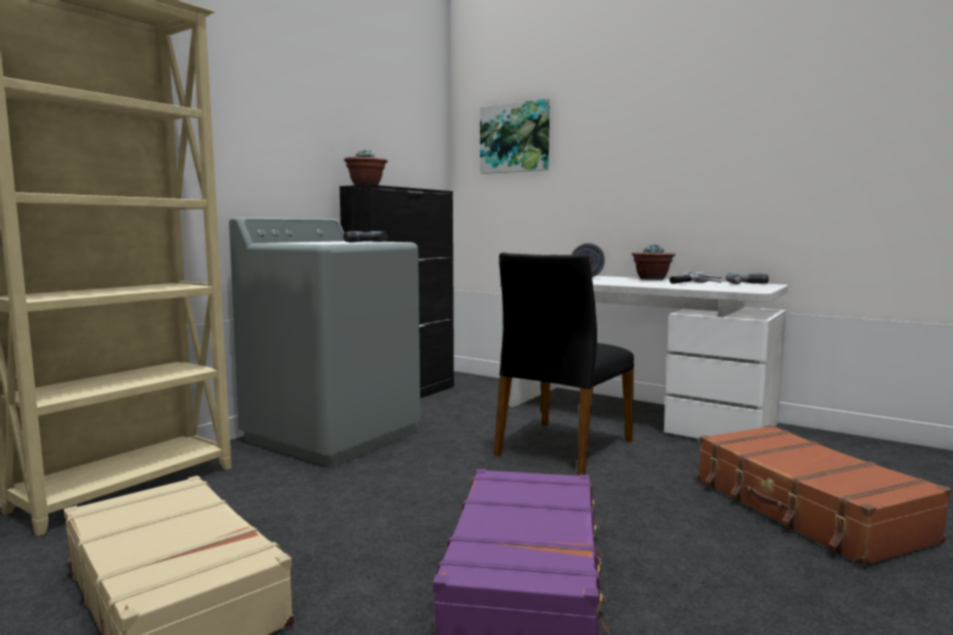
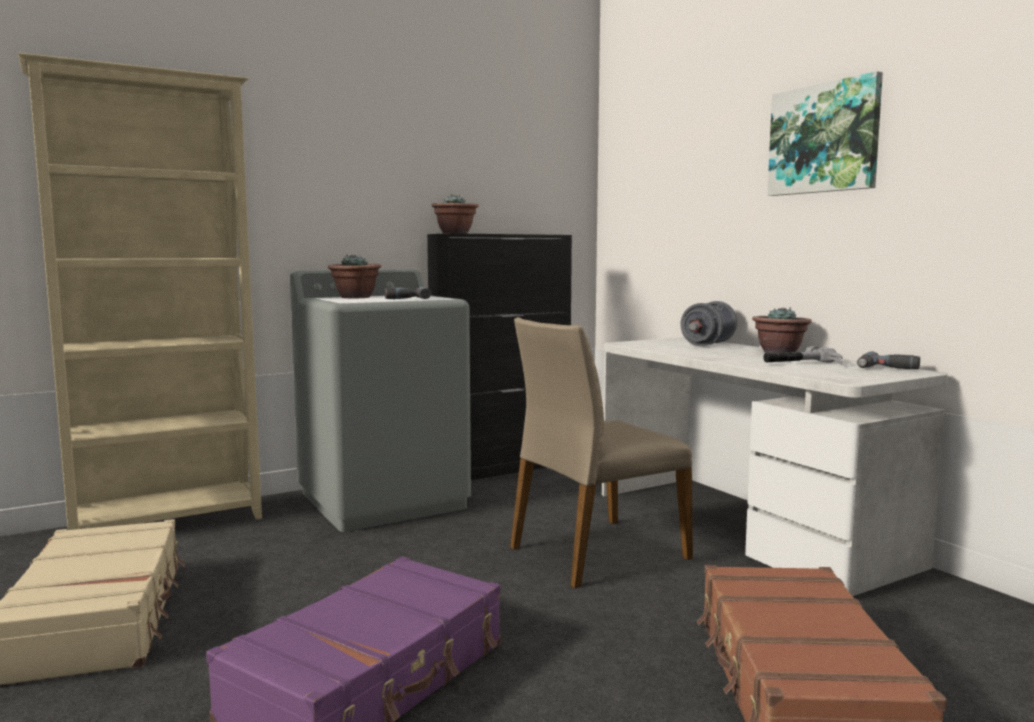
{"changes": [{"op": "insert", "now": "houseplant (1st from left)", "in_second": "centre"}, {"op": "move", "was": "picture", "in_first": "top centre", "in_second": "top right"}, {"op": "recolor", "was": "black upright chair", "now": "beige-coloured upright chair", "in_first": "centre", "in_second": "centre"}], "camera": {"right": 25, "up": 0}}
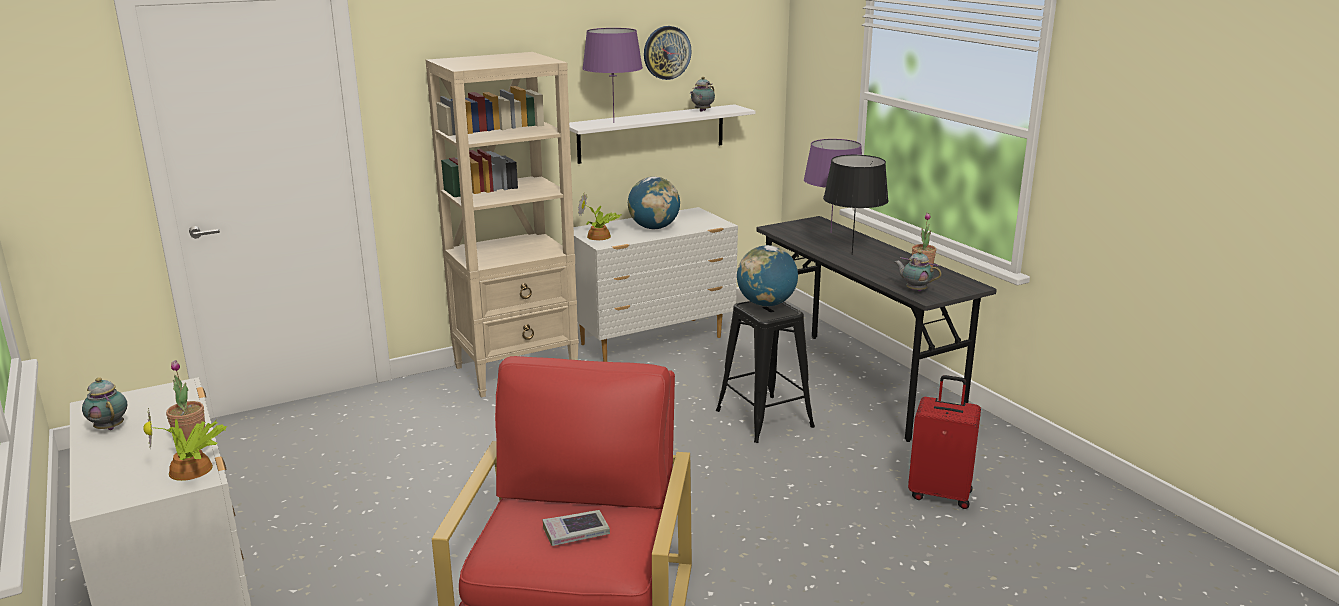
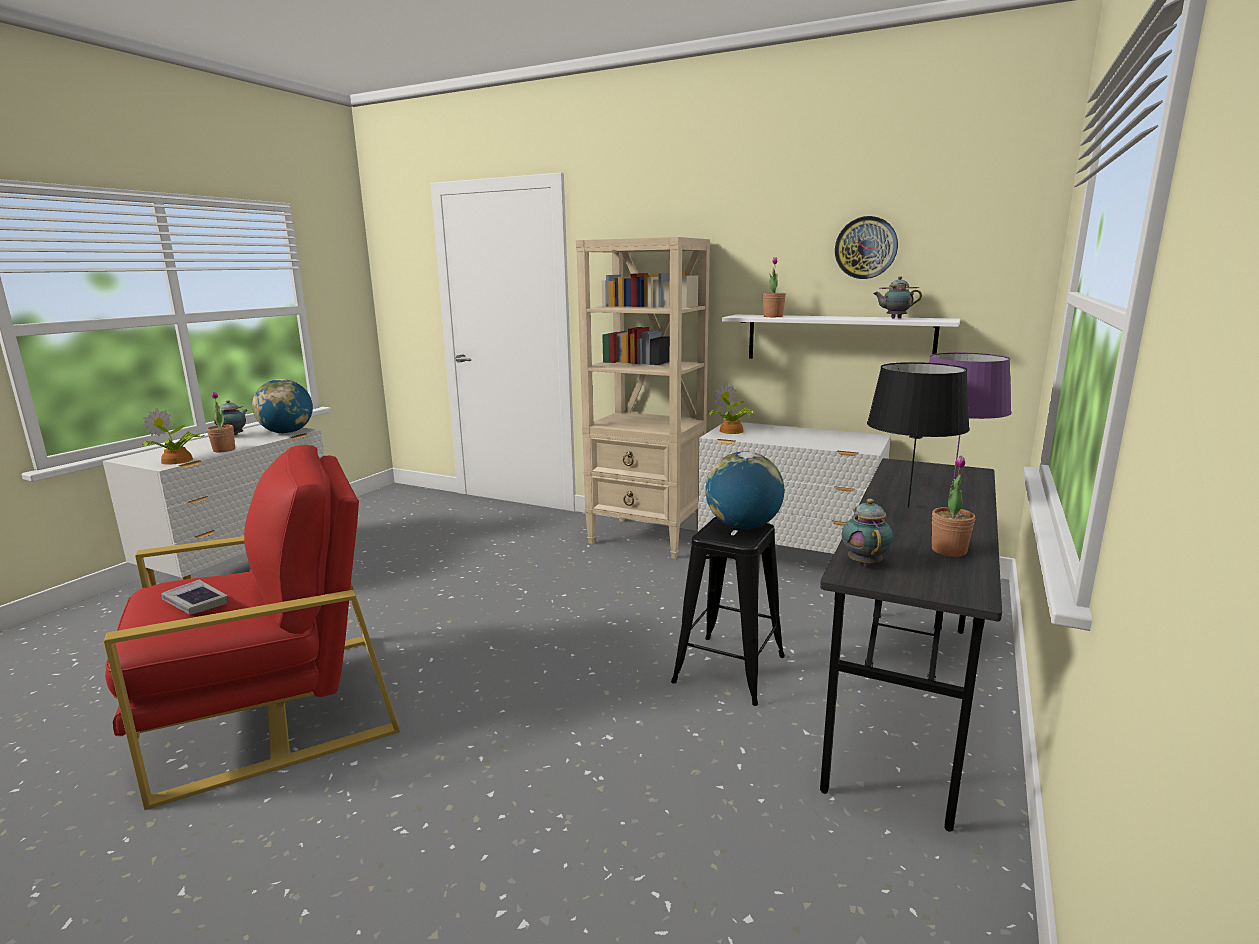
{"changes": [{"op": "delete", "was": "reddish piece of luggage", "in_first": "bottom right"}, {"op": "move", "was": "world globe (1st from left)", "in_first": "centre", "in_second": "middle left"}, {"op": "replace", "was": "purple table lamp (1st from left)", "now": "houseplant (4th from left)", "in_first": "top centre", "in_second": "top centre"}], "camera": {"right": 55, "up": -5}}
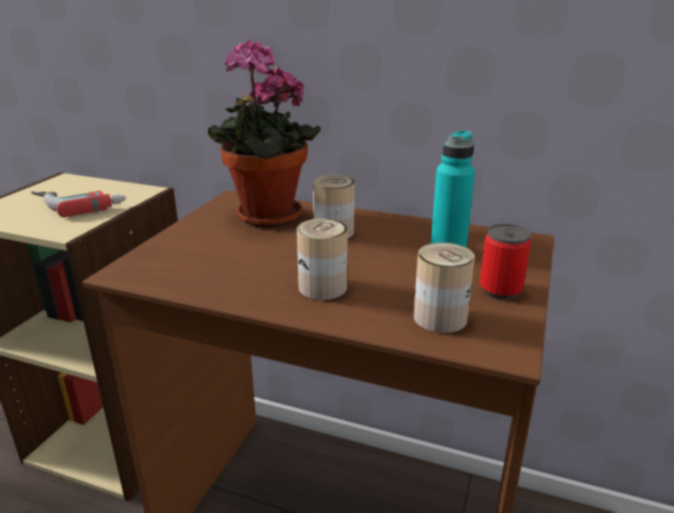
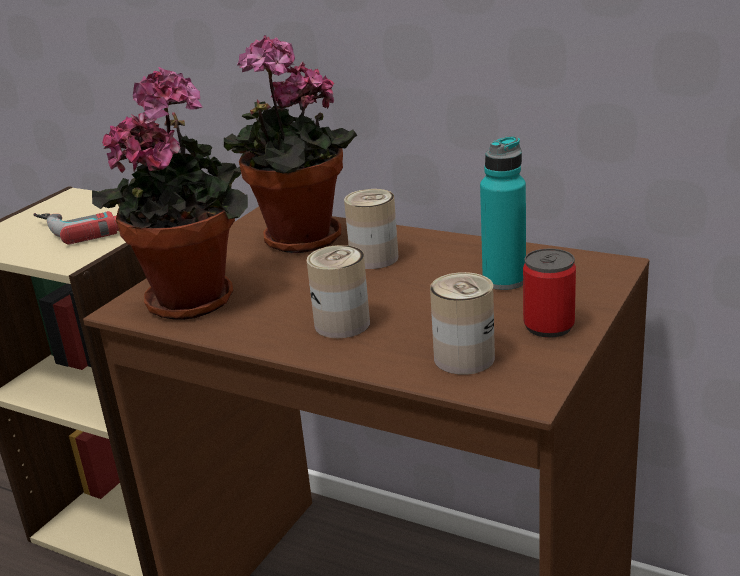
{"changes": [{"op": "insert", "now": "houseplant (1st from left)", "in_second": "middle left"}], "camera": {"right": 10, "up": 0}}
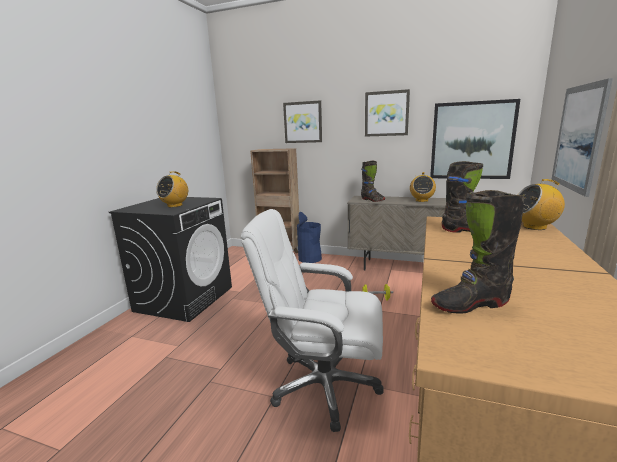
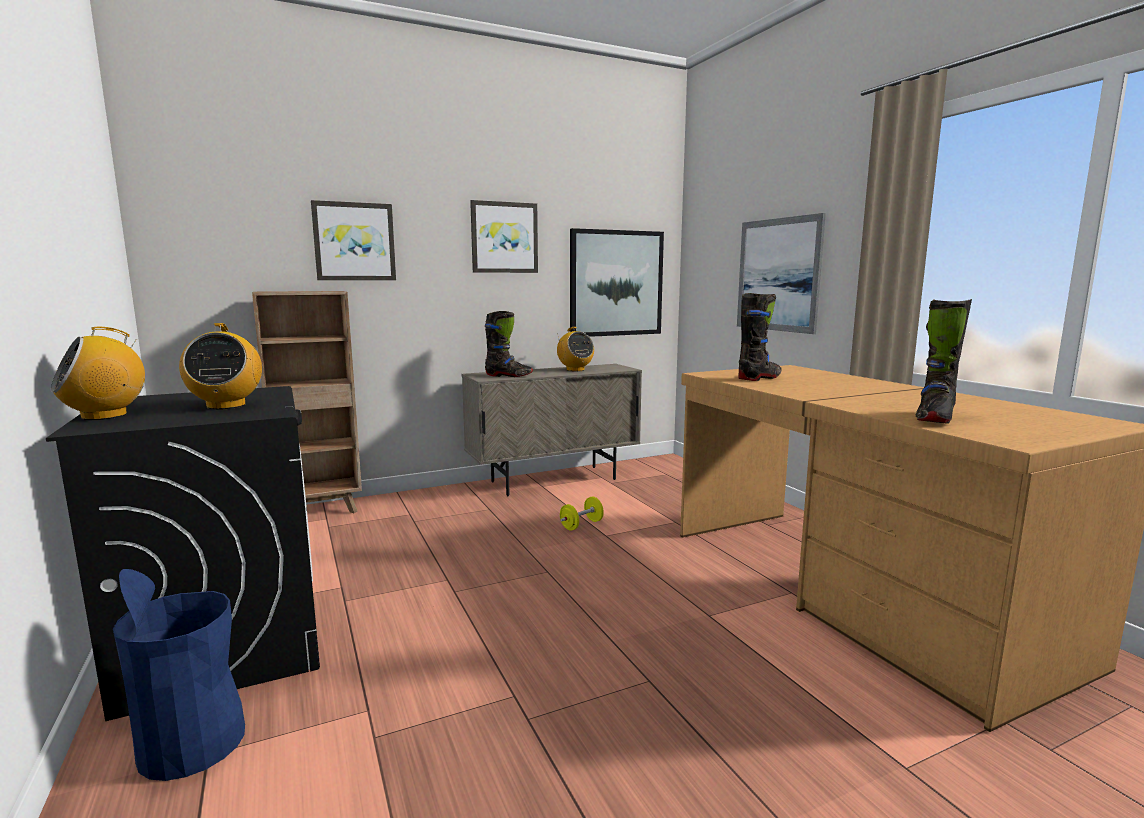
{"changes": [{"op": "delete", "was": "whitish desk chair", "in_first": "bottom centre"}, {"op": "move", "was": "blue-coloured rubbish bin", "in_first": "centre", "in_second": "bottom left"}, {"op": "move", "was": "radio (3rd from left in the first image)", "now": "radio (1st from left)", "in_first": "middle right", "in_second": "middle left"}], "camera": {"right": -45, "up": -5}}
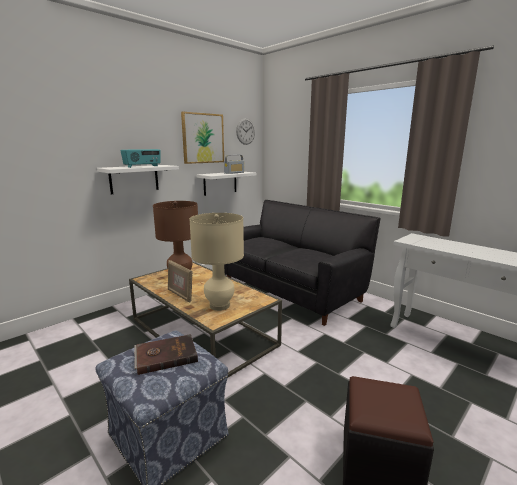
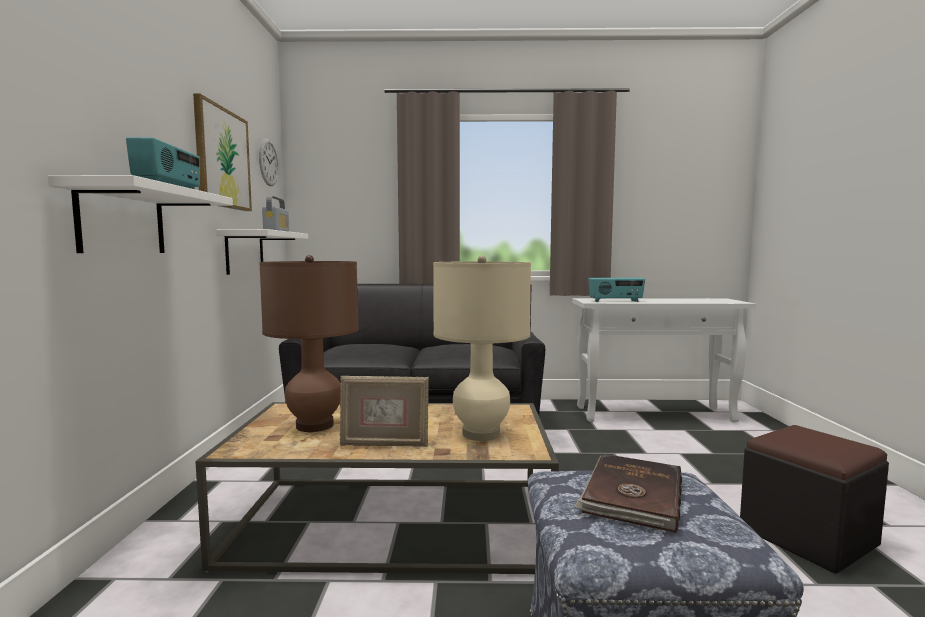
{"changes": [{"op": "insert", "now": "radio (3rd from left)", "in_second": "centre"}], "camera": {"right": -45, "up": -10}}
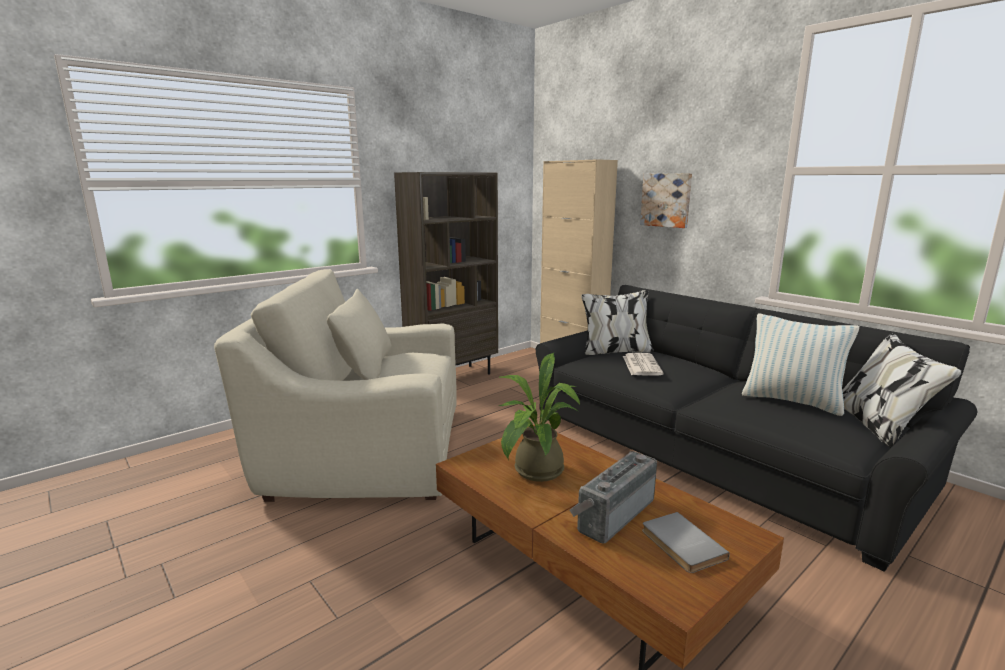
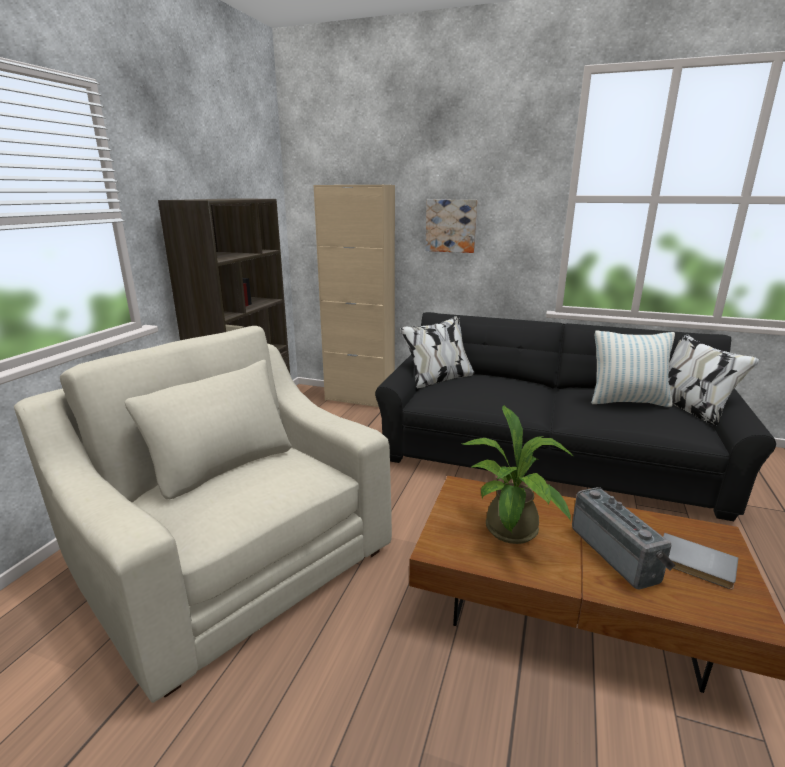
{"changes": [{"op": "delete", "was": "printed paper", "in_first": "centre"}, {"op": "rotate", "was": "beige-coloured lounge chair", "in_first": "centre", "in_second": "bottom left", "clockwise": 75}, {"op": "rotate", "was": "radio", "in_first": "bottom centre", "in_second": "bottom right", "clockwise": 150}], "camera": {"right": -30, "up": 5}}
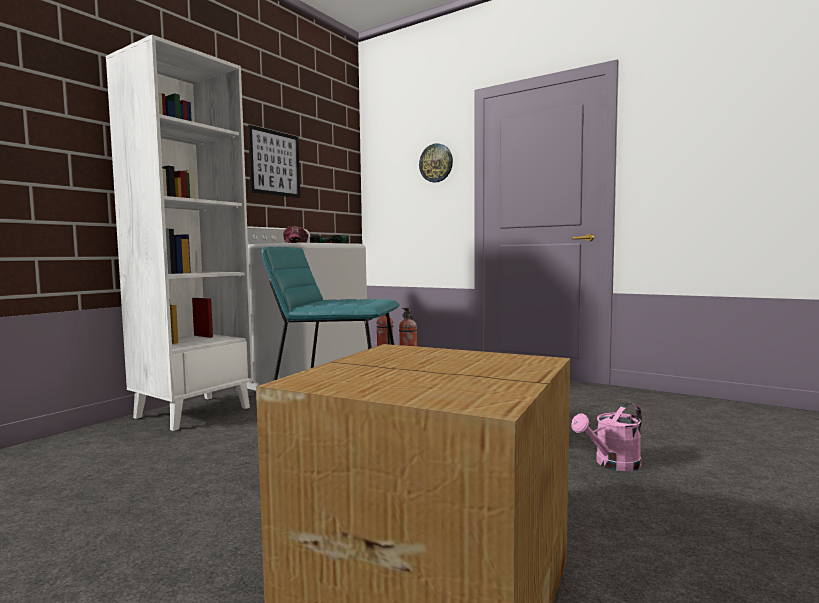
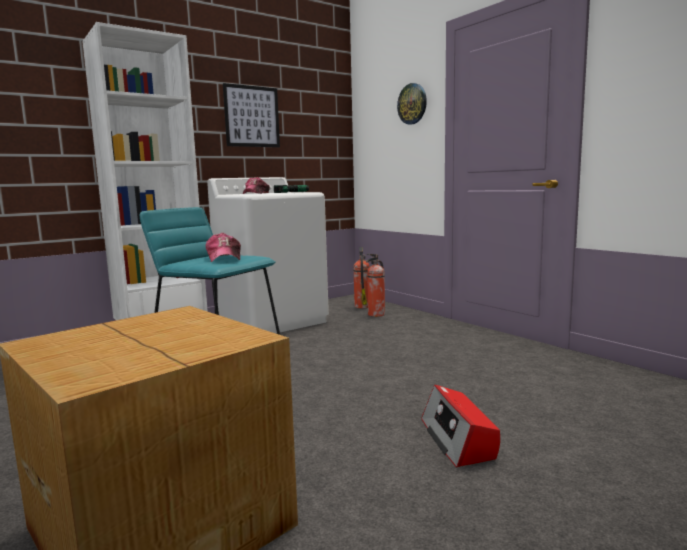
{"changes": [{"op": "insert", "now": "cap (1st from left)", "in_second": "middle left"}, {"op": "replace", "was": "pinkish sprinkling can", "now": "radio", "in_first": "bottom right", "in_second": "bottom right"}], "camera": {"right": 20, "up": 5}}
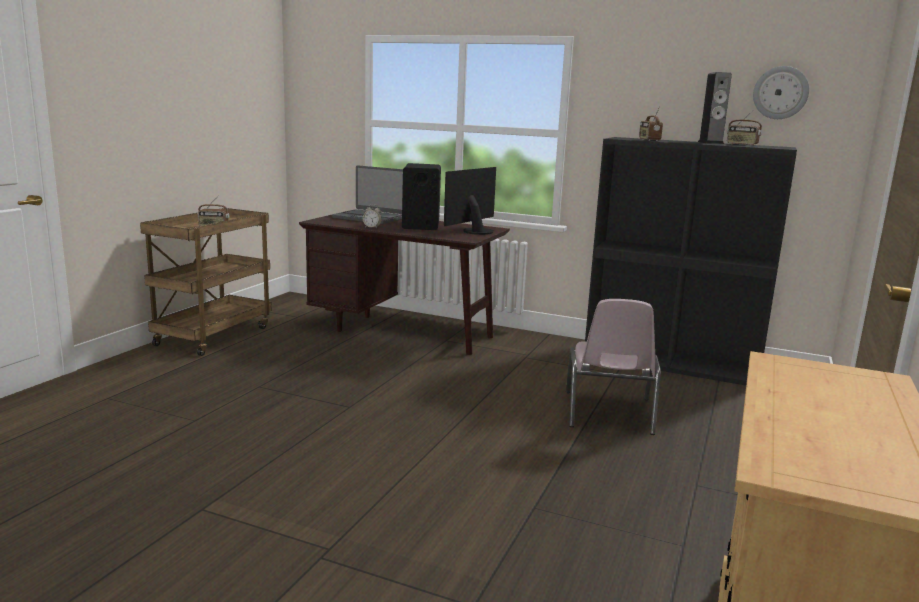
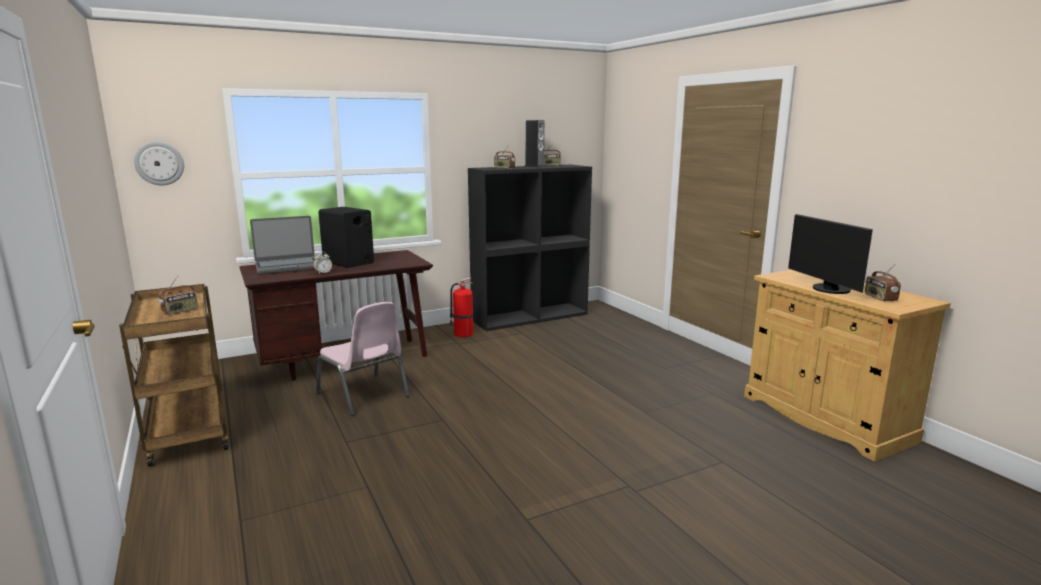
{"changes": [{"op": "insert", "now": "extinguisher", "in_second": "centre"}, {"op": "insert", "now": "radio (4th from left)", "in_second": "middle right"}, {"op": "move", "was": "computer screen", "in_first": "centre", "in_second": "middle right"}, {"op": "move", "was": "pinkish upright chair", "in_first": "middle right", "in_second": "centre"}, {"op": "move", "was": "clock on the wall", "in_first": "top right", "in_second": "top left"}], "camera": {"right": -50, "up": 0}}
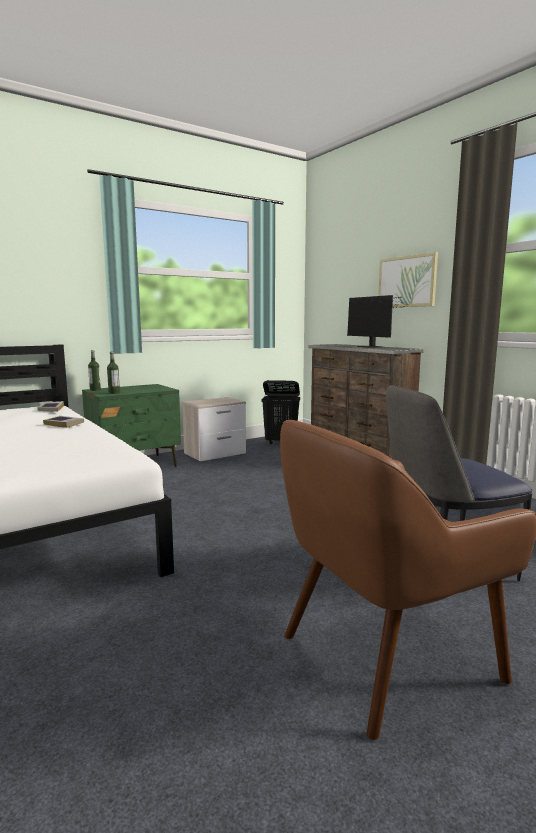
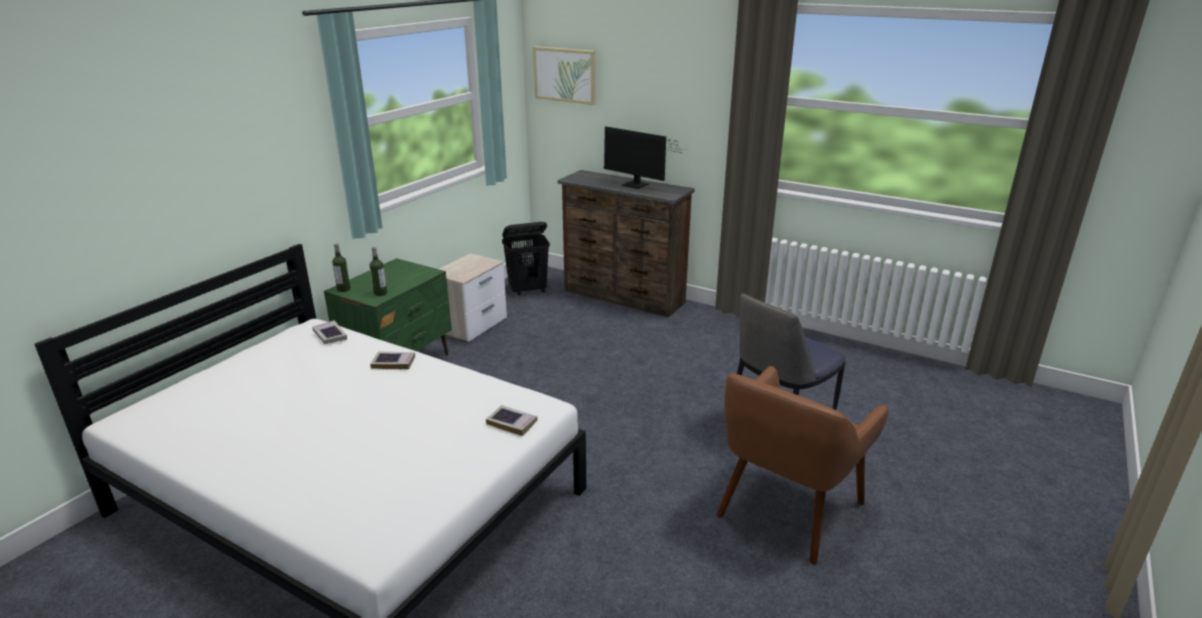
{"changes": [{"op": "insert", "now": "book (3rd from left)", "in_second": "bottom centre"}, {"op": "move", "was": "picture", "in_first": "middle right", "in_second": "top centre"}], "camera": {"right": -25, "up": 15}}
